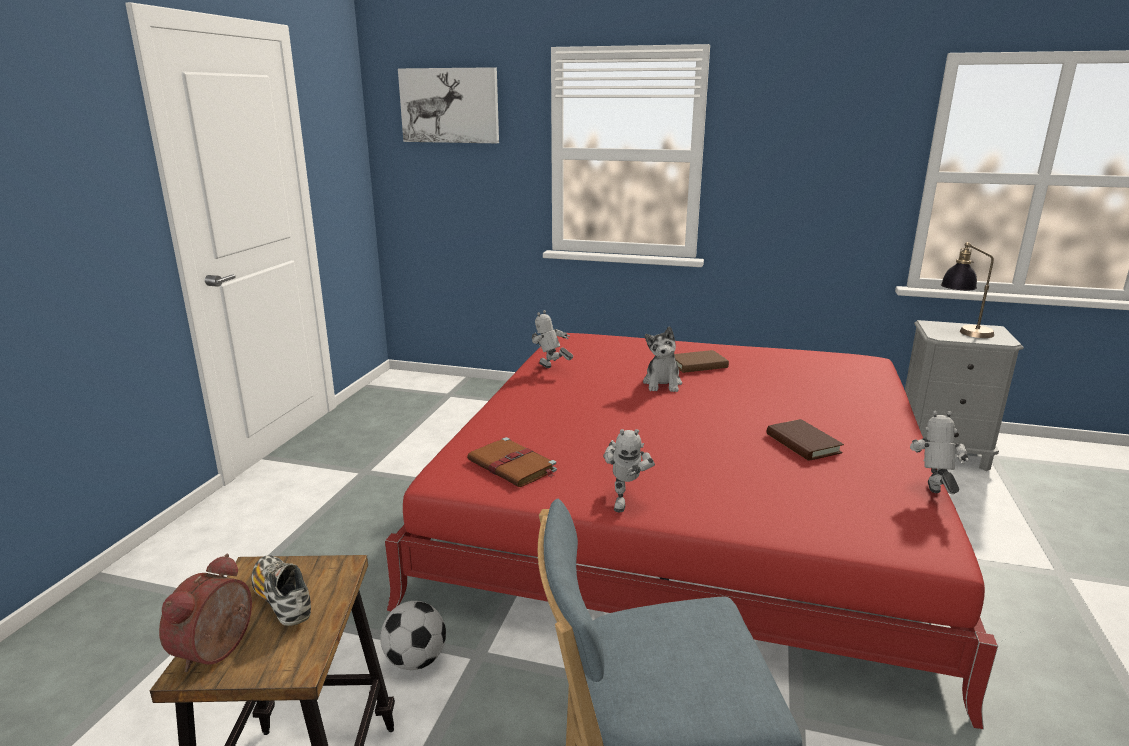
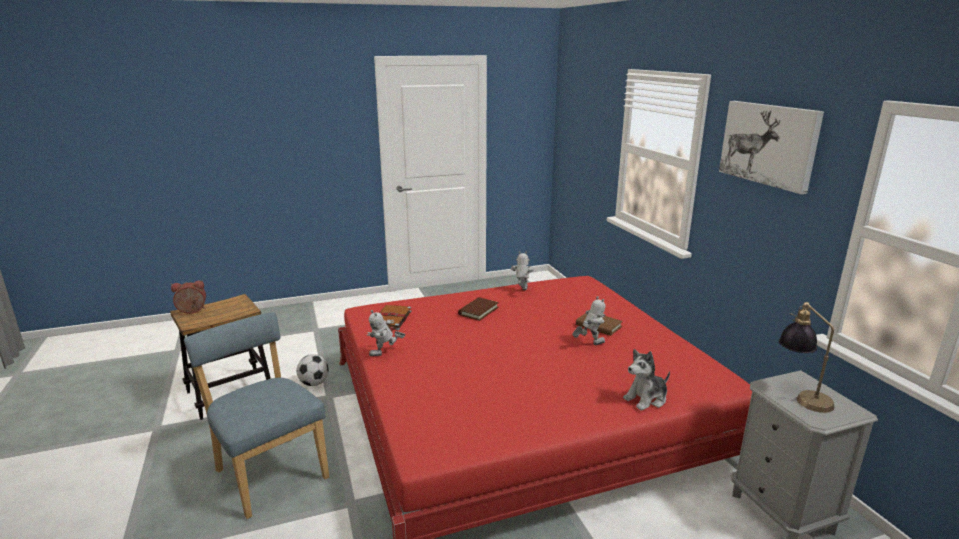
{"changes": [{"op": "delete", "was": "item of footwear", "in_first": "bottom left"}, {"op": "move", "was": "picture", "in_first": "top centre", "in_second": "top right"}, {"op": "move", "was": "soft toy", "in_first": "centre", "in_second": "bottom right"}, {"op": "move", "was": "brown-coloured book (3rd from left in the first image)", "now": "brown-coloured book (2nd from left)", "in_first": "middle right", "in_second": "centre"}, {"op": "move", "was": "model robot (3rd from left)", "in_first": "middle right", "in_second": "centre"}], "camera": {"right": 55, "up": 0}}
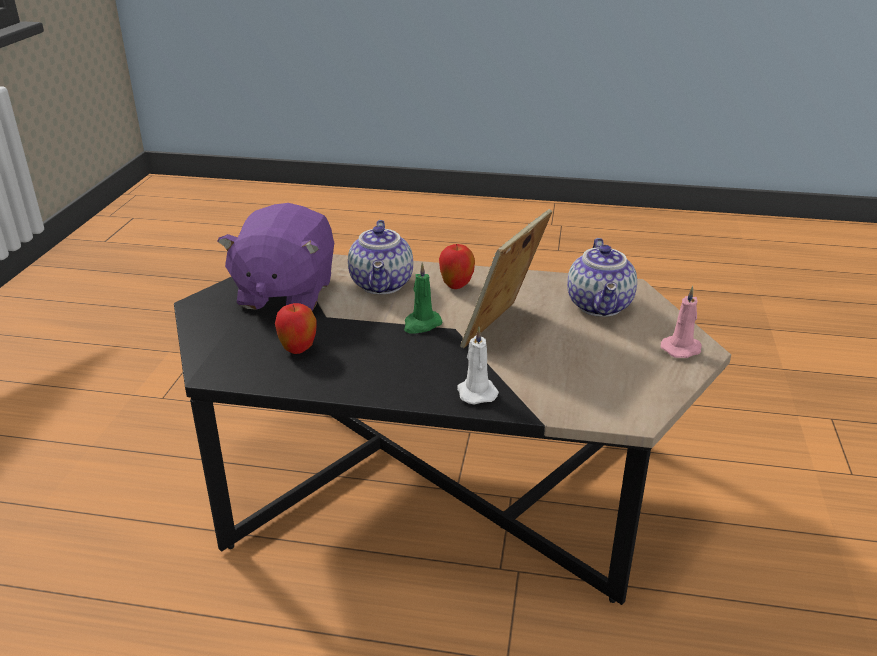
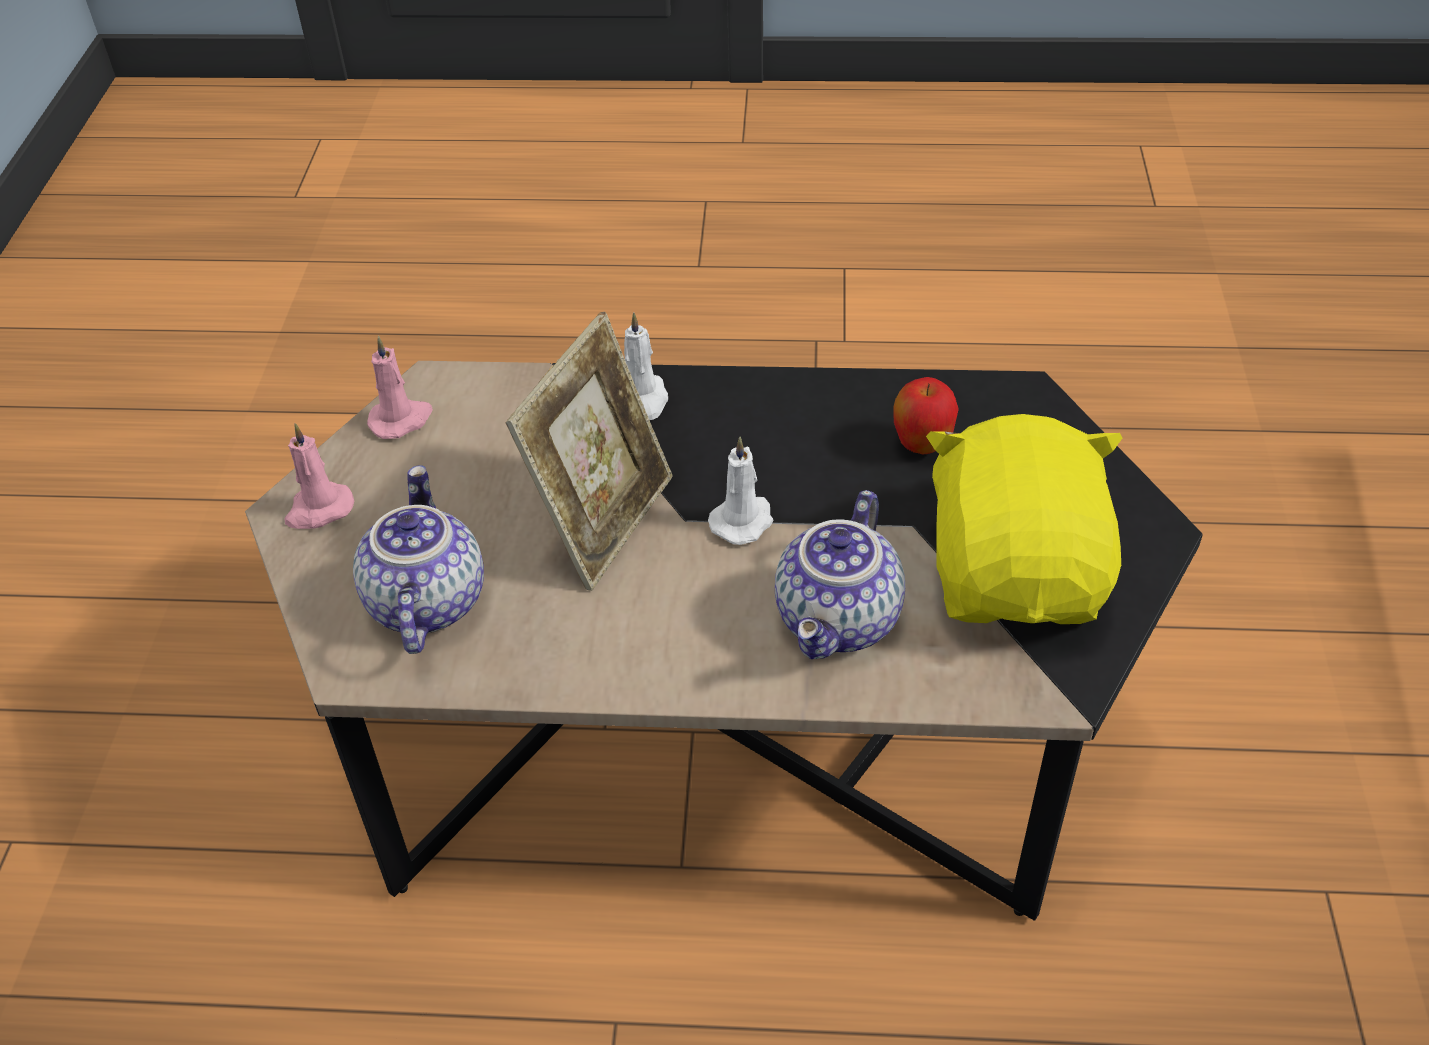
{"changes": [{"op": "delete", "was": "apple fruit (2nd from left)", "in_first": "centre"}, {"op": "insert", "now": "pinkish candle (2nd from left)", "in_second": "middle left"}, {"op": "recolor", "was": "purple soft toy", "now": "yellowish soft toy", "in_first": "middle left", "in_second": "middle right"}, {"op": "recolor", "was": "greenish candle", "now": "whitish candle (2nd from left)", "in_first": "centre", "in_second": "centre"}, {"op": "rotate", "was": "tea pot (1st from left in the first image)", "in_first": "centre", "in_second": "centre", "clockwise": -150}], "camera": {"right": 175, "up": 15}}
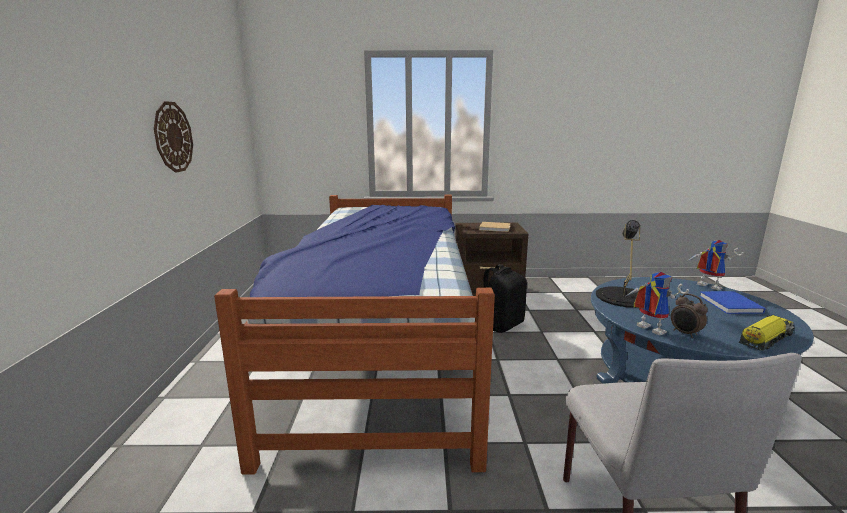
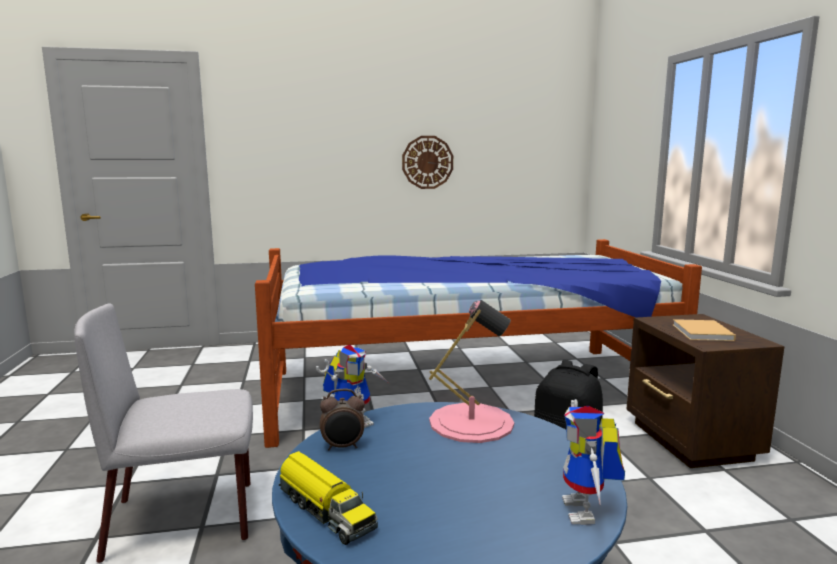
{"changes": [{"op": "delete", "was": "blue-coloured book", "in_first": "middle right"}, {"op": "recolor", "was": "black table lamp", "now": "pinkish table lamp", "in_first": "middle right", "in_second": "centre"}, {"op": "rotate", "was": "table clock", "in_first": "middle right", "in_second": "bottom centre", "clockwise": -150}, {"op": "rotate", "was": "model robot (2nd from left)", "in_first": "middle right", "in_second": "bottom right", "clockwise": 135}], "camera": {"right": 80, "up": -5}}
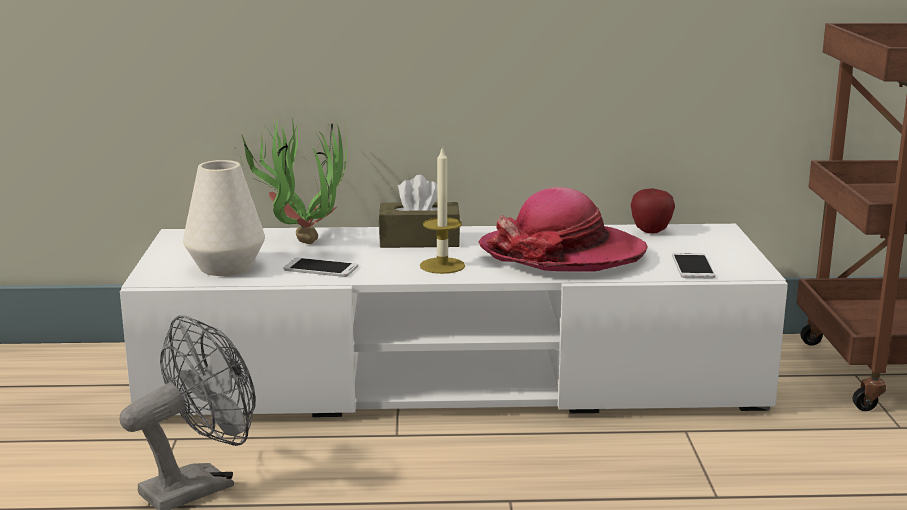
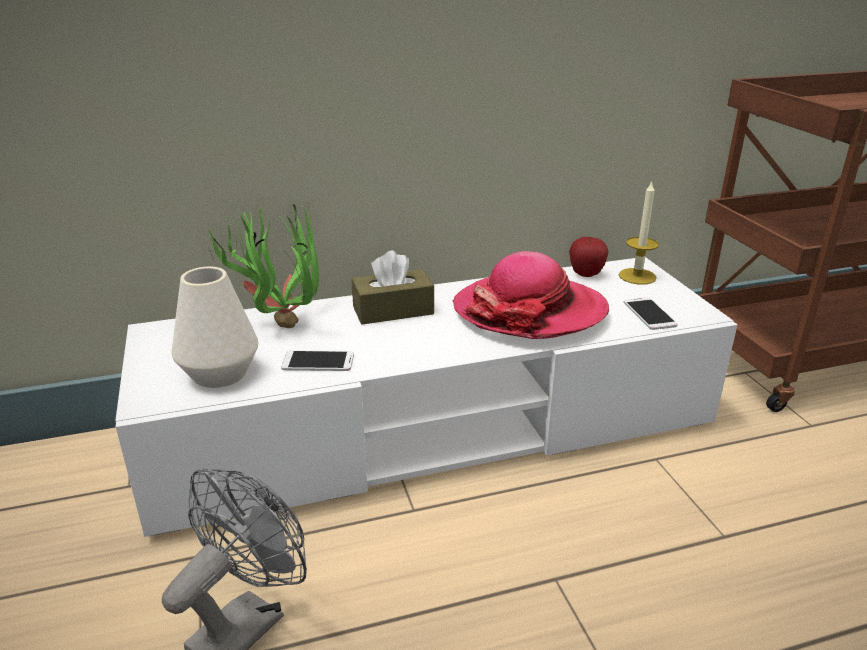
{"changes": [{"op": "move", "was": "candle", "in_first": "centre", "in_second": "middle right"}], "camera": {"right": -15, "up": 10}}
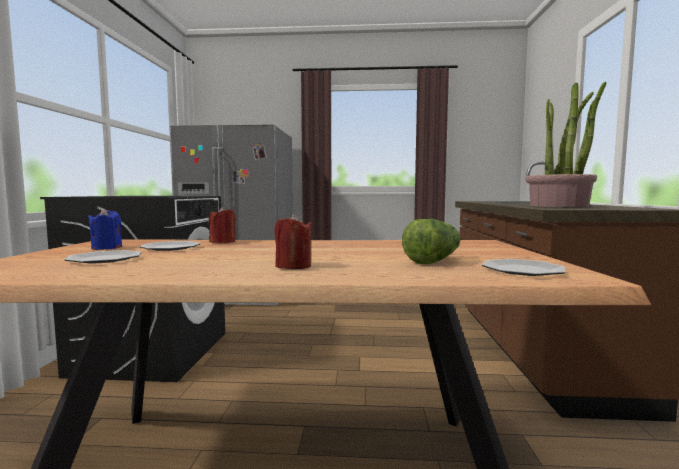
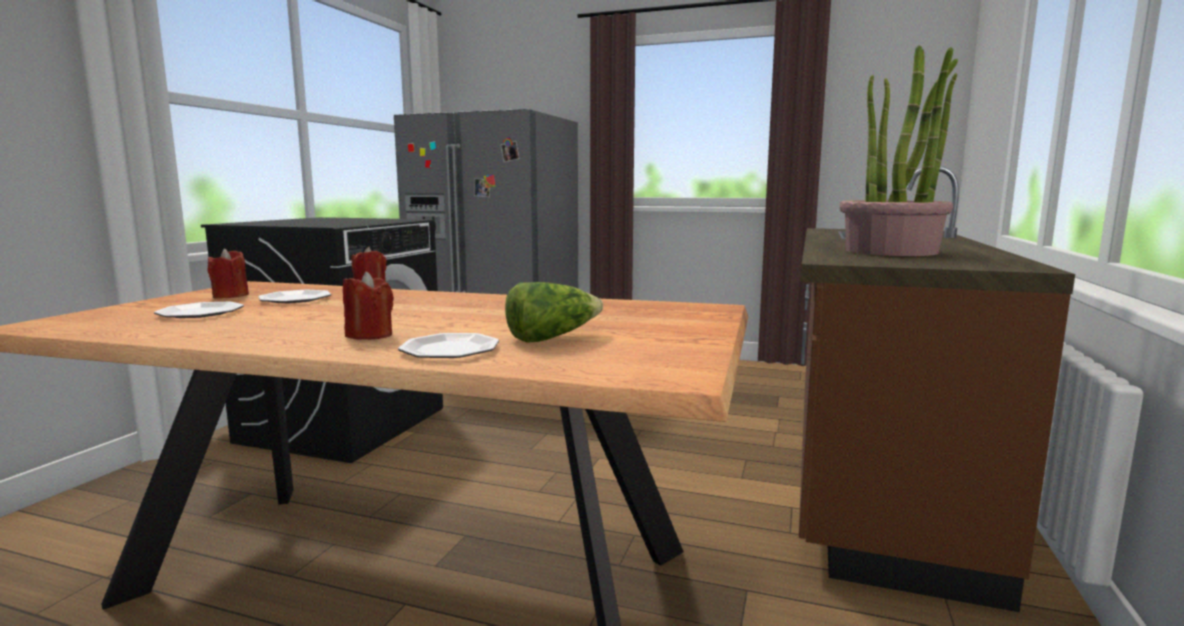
{"changes": [{"op": "move", "was": "flat dish (3rd from left)", "in_first": "middle right", "in_second": "centre"}, {"op": "recolor", "was": "blue-coloured candle", "now": "reddish candle (1st from left)", "in_first": "middle left", "in_second": "middle left"}], "camera": {"right": 15, "up": 5}}
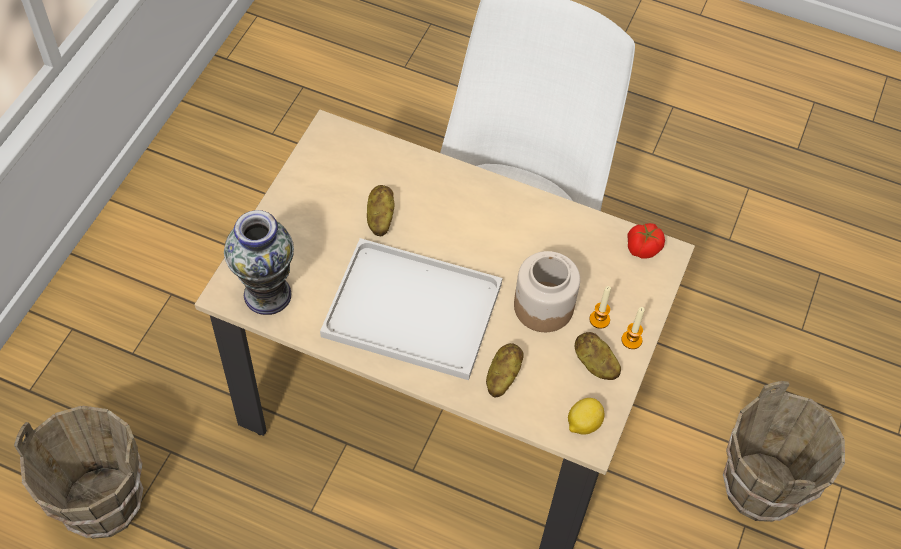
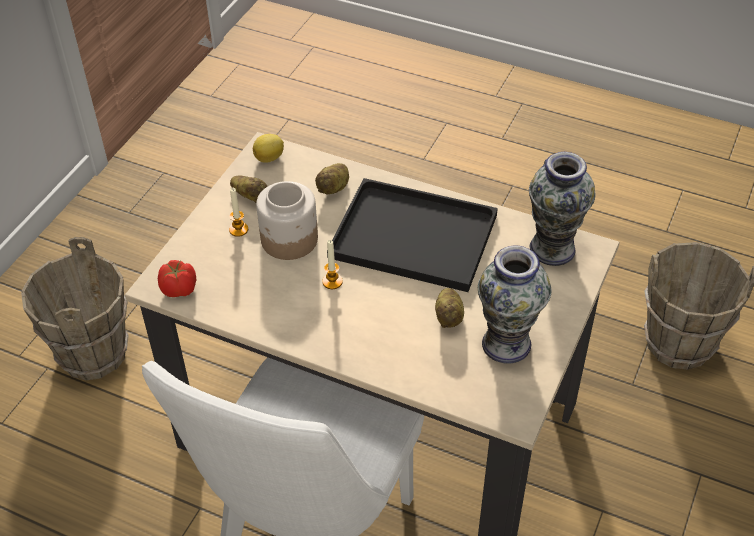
{"changes": [{"op": "insert", "now": "flower vase (1st from left)", "in_second": "middle right"}, {"op": "move", "was": "candle (2nd from left)", "in_first": "middle right", "in_second": "centre"}, {"op": "recolor", "was": "whitish tray", "now": "black tray", "in_first": "centre", "in_second": "centre"}], "camera": {"right": -175, "up": -10}}
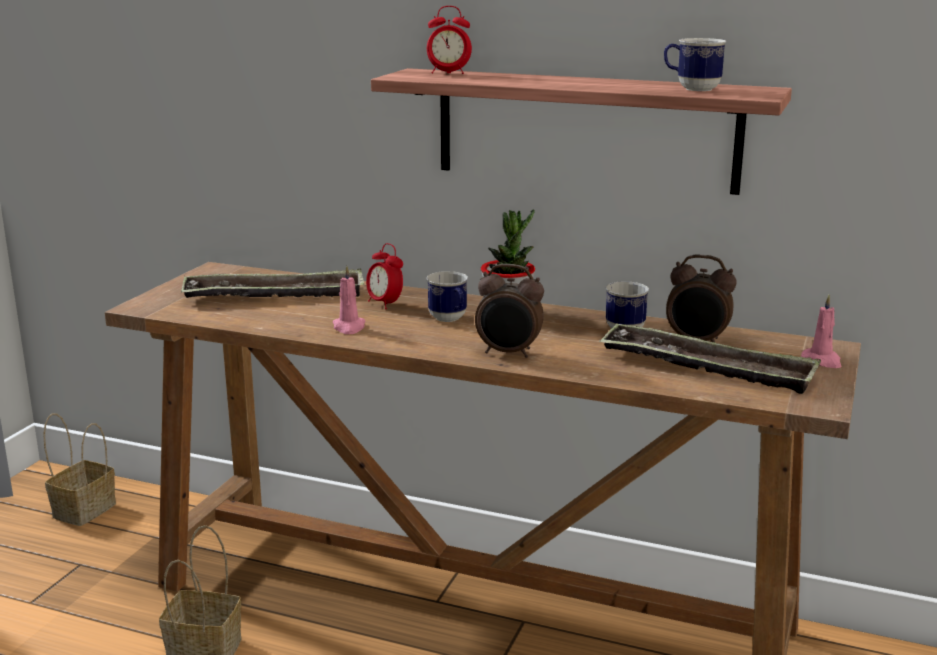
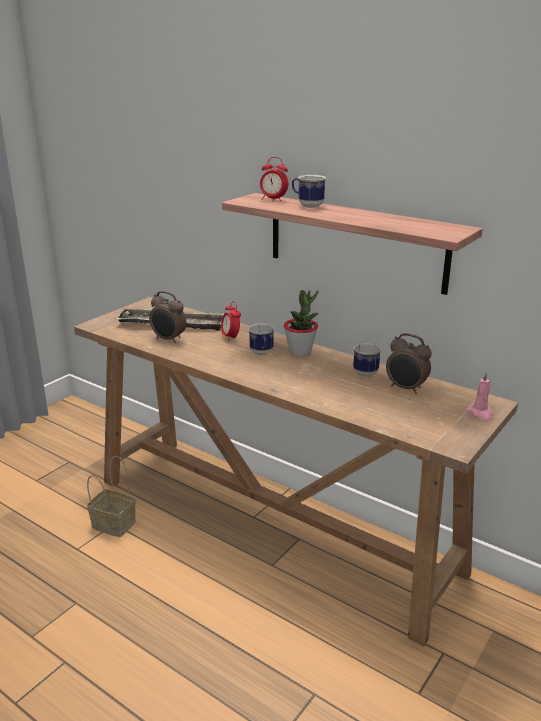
{"changes": [{"op": "delete", "was": "basket (1st from left)", "in_first": "bottom left"}, {"op": "delete", "was": "pinkish candle (1st from left)", "in_first": "centre"}, {"op": "delete", "was": "tray (2nd from left)", "in_first": "middle right"}, {"op": "move", "was": "table clock (3rd from left in the first image)", "now": "table clock (1st from left)", "in_first": "centre", "in_second": "middle left"}, {"op": "move", "was": "mug (3rd from left in the first image)", "now": "mug (2nd from left)", "in_first": "top right", "in_second": "top centre"}], "camera": {"right": 15, "up": 5}}
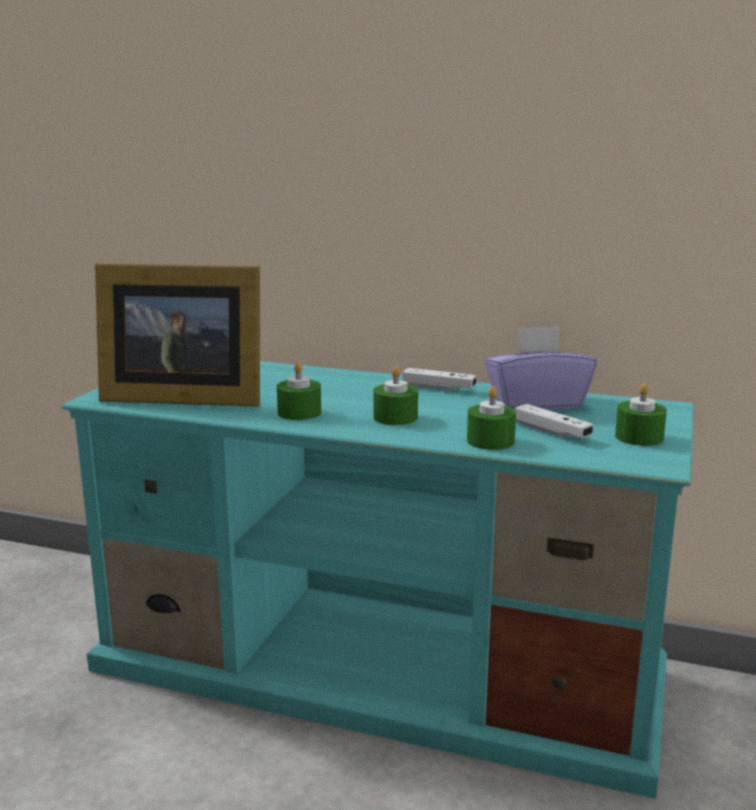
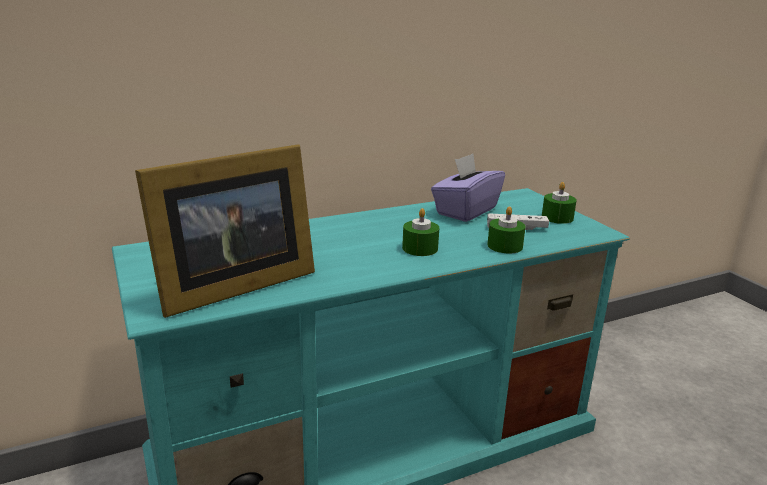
{"changes": [{"op": "delete", "was": "greenish candle (1st from left)", "in_first": "centre"}, {"op": "delete", "was": "whitish joypad (1st from left)", "in_first": "centre"}], "camera": {"right": -45, "up": 5}}
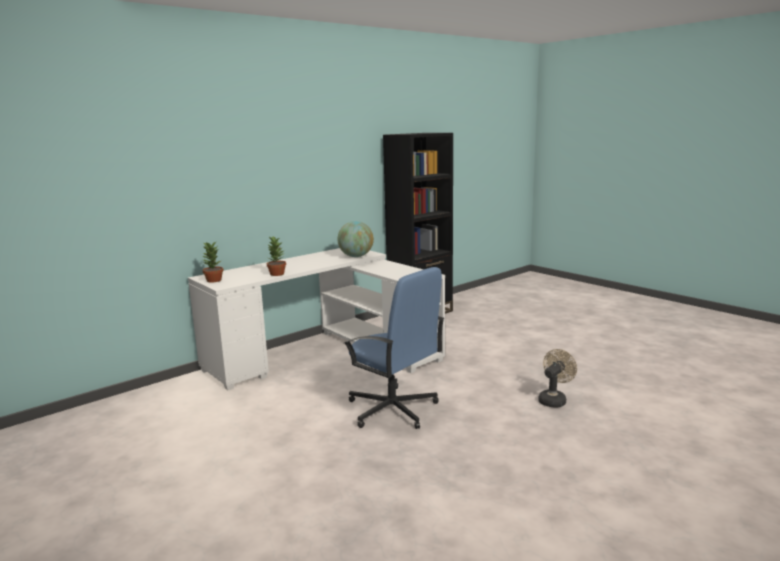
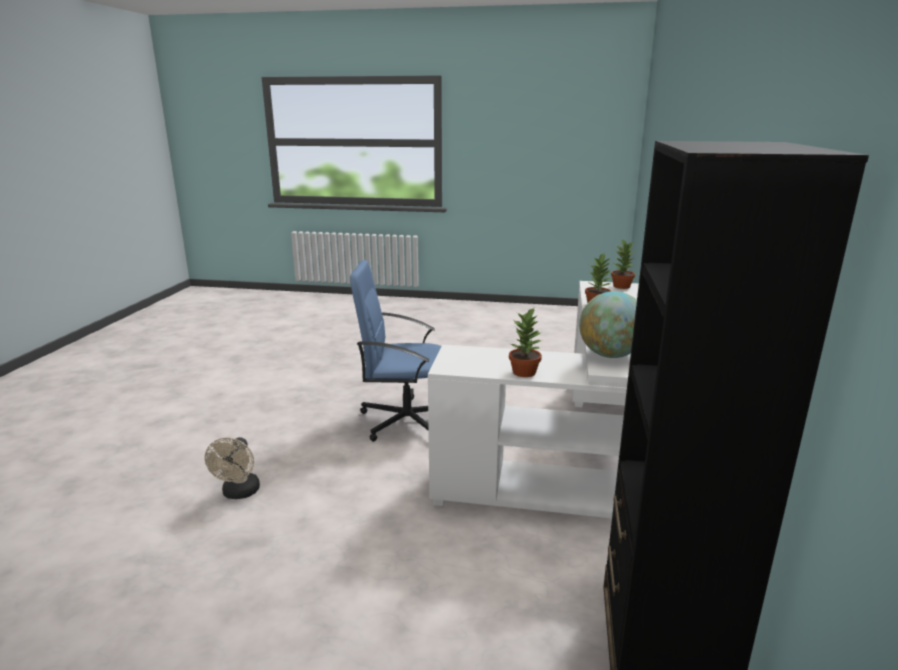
{"changes": [{"op": "insert", "now": "houseplant (1st from left)", "in_second": "centre"}], "camera": {"right": 140, "up": 5}}
